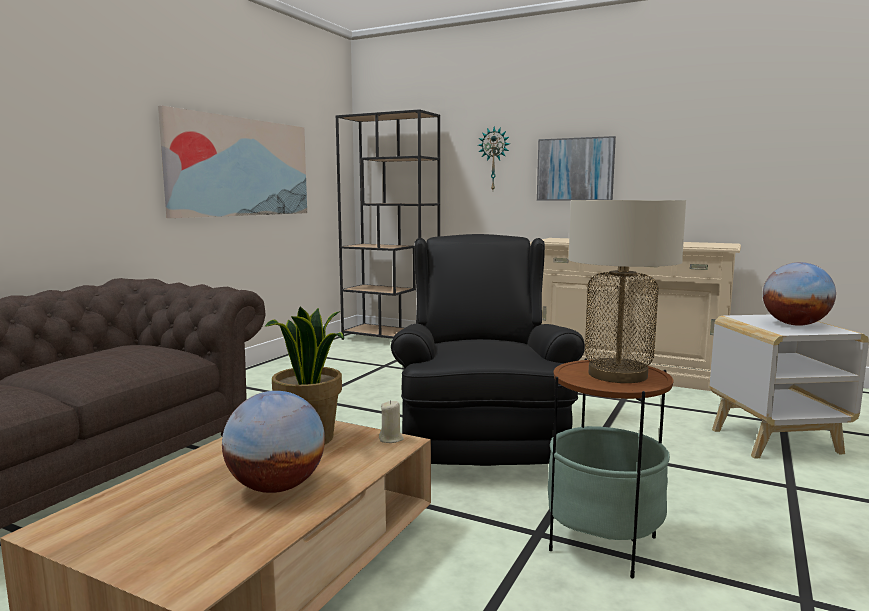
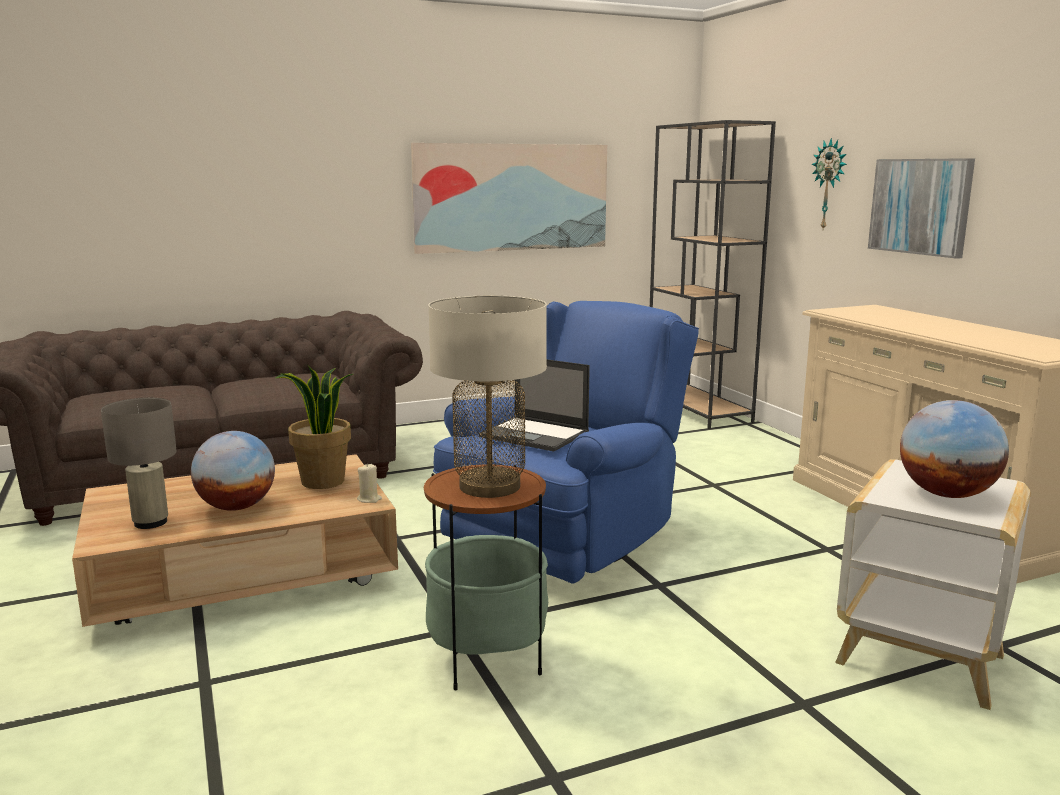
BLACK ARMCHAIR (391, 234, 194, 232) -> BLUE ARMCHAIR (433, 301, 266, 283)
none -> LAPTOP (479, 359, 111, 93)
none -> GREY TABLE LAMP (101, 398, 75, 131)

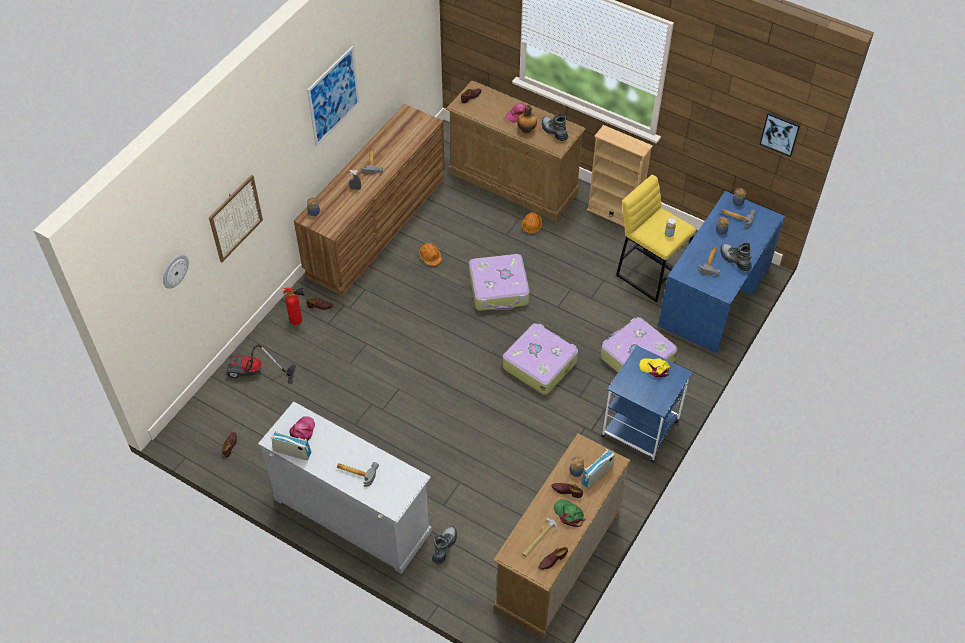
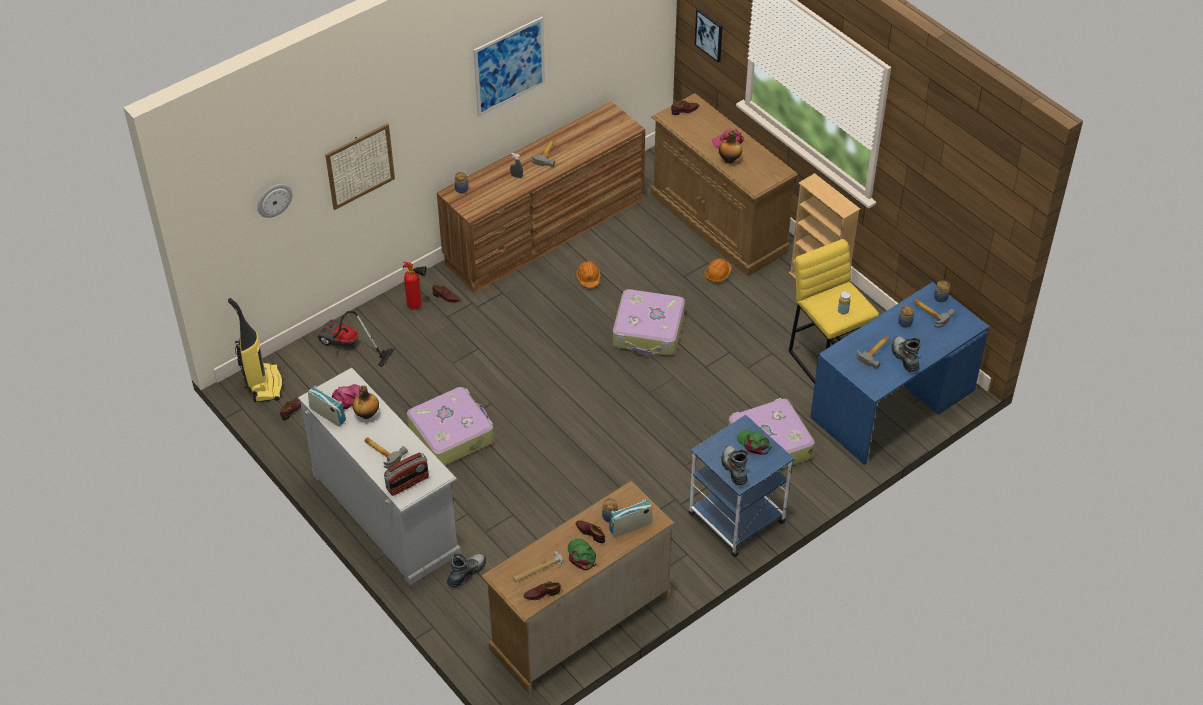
PICTURE (760, 112, 41, 45) -> PICTURE (695, 8, 28, 55), shifted
BOOT (542, 114, 26, 27) -> BOOT (721, 445, 28, 40), shifted
SUITCASE (503, 323, 75, 72) -> SUITCASE (407, 387, 87, 78), shifted
YELLOW CAP (639, 358, 32, 19) -> GREEN CAP (737, 430, 35, 25)
none -> VACUUM CLEANER (228, 298, 55, 104)
none -> BOTTLE (353, 385, 26, 34)
none -> RADIO (384, 452, 45, 44)

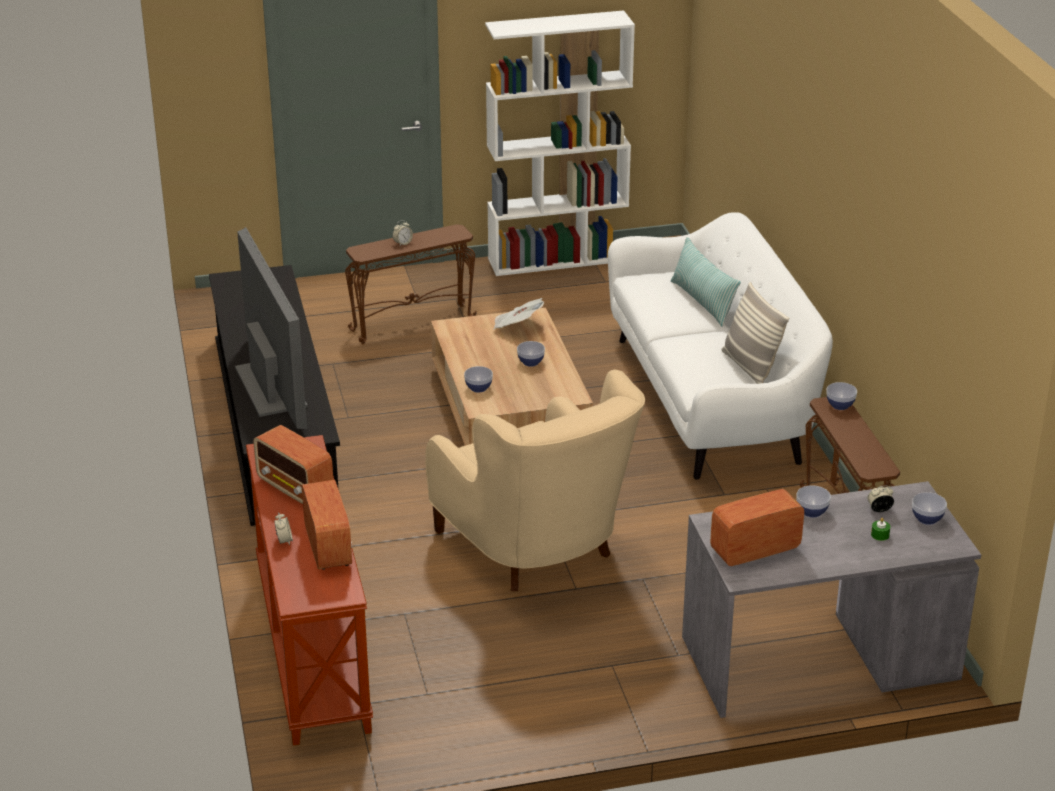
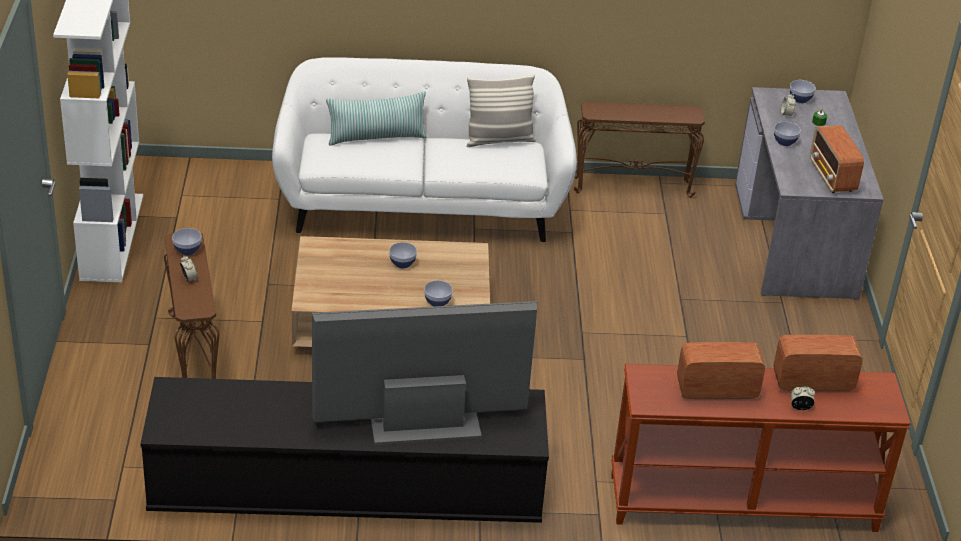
NEWSPAPER (493, 298, 51, 32) -> none
BEIGE ARMCHAIR (425, 369, 220, 222) -> none
BOWL (826, 382, 31, 28) -> BOWL (172, 228, 30, 27), shifted
RADIO (254, 425, 79, 79) -> RADIO (677, 342, 88, 57), 150 degrees counterclockwise

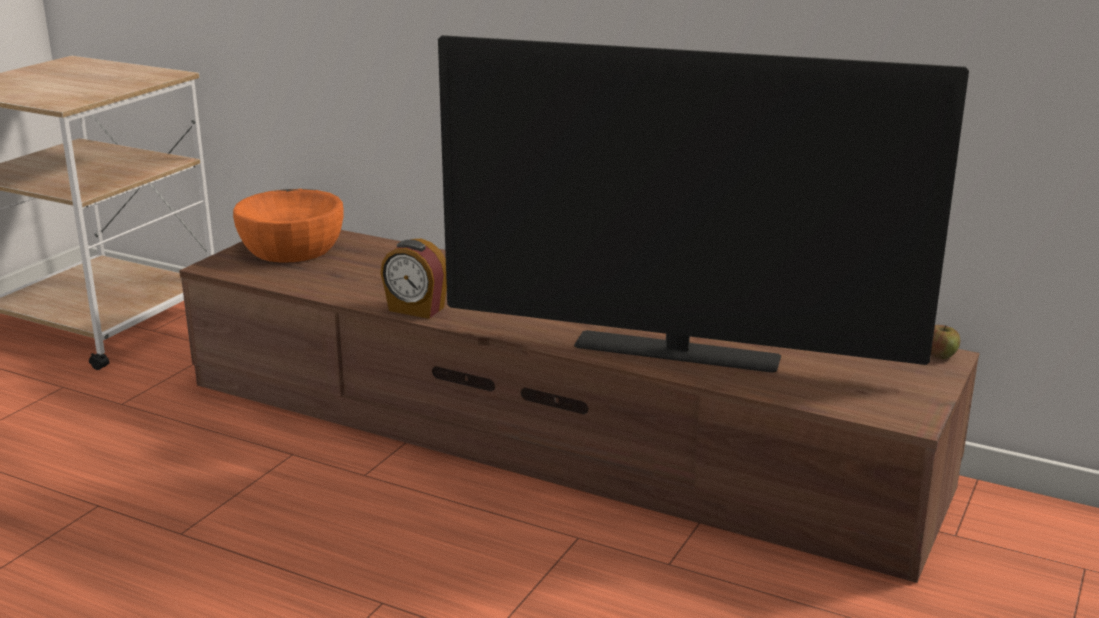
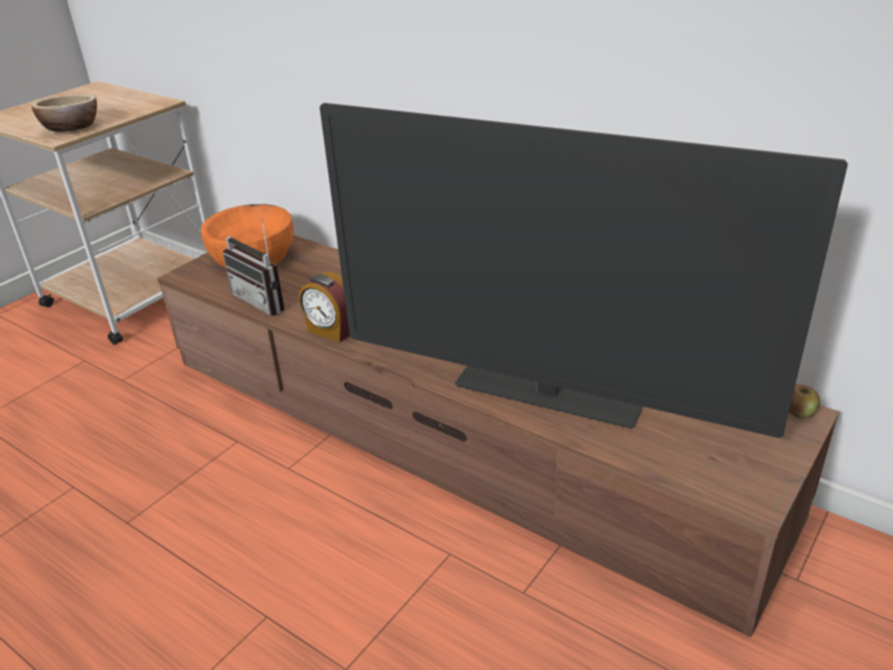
none -> BOWL (31, 94, 66, 38)
none -> RADIO (223, 218, 62, 98)

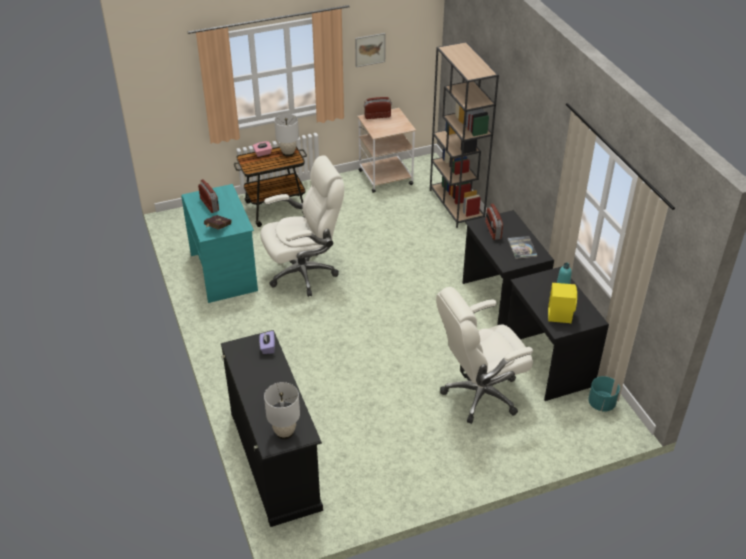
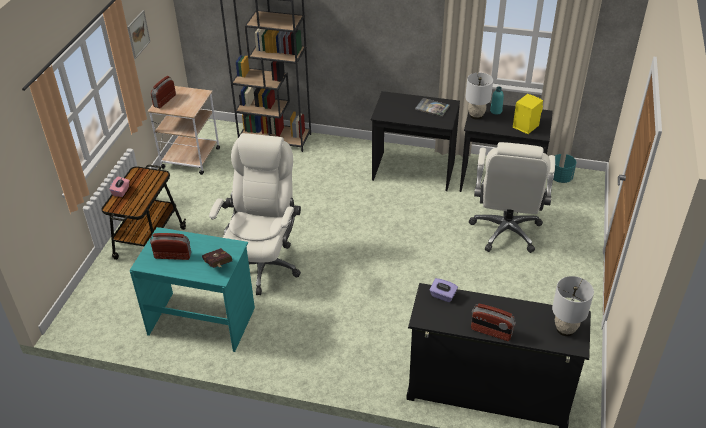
WHITE TABLE LAMP (274, 114, 25, 42) -> WHITE TABLE LAMP (465, 73, 28, 47), shifted
RADIO (486, 204, 17, 36) -> RADIO (471, 304, 45, 37), shifted

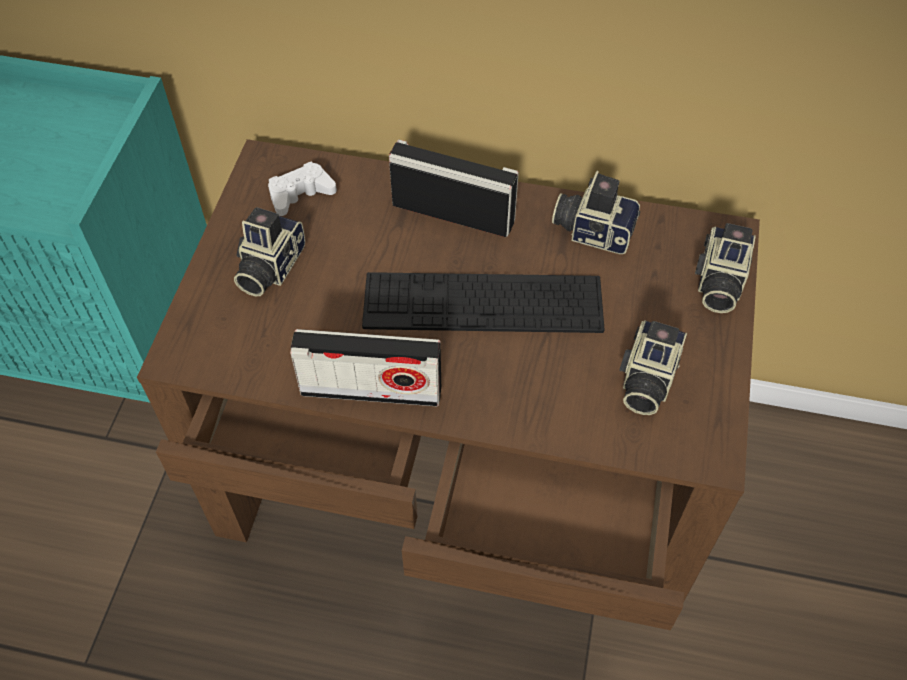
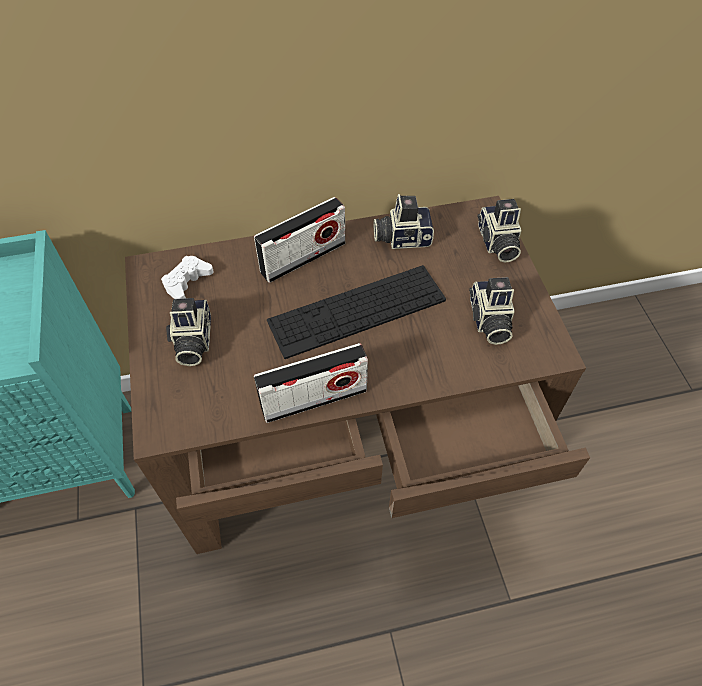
RADIO (389, 140, 130, 97) -> RADIO (254, 197, 91, 86), 150 degrees clockwise

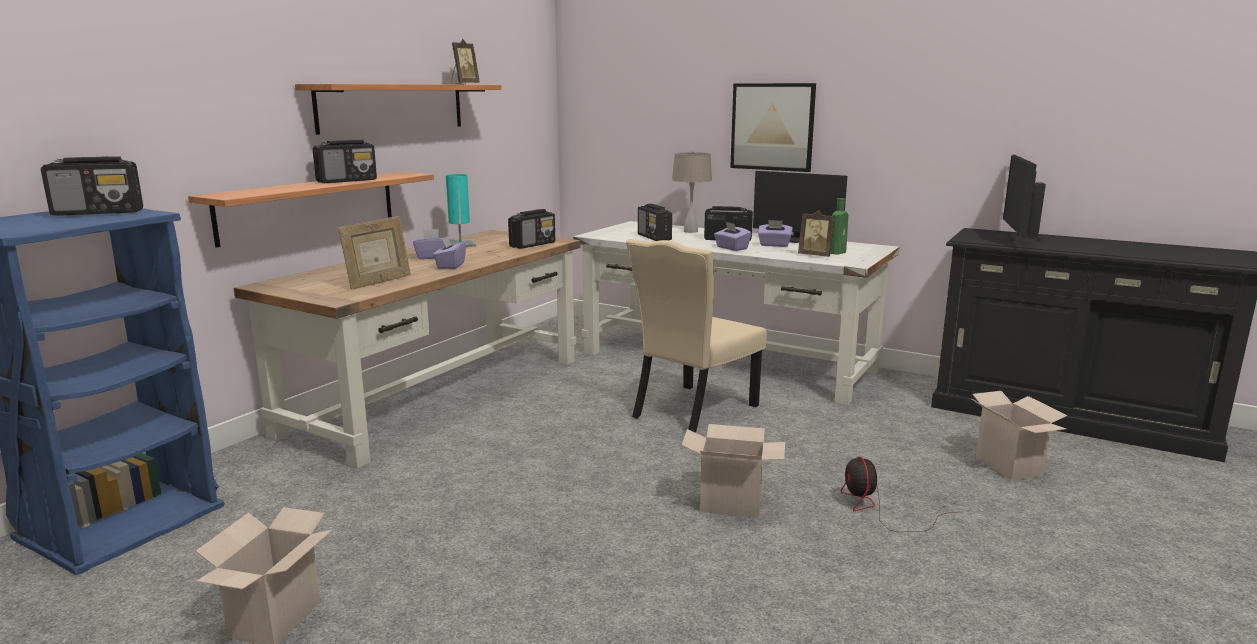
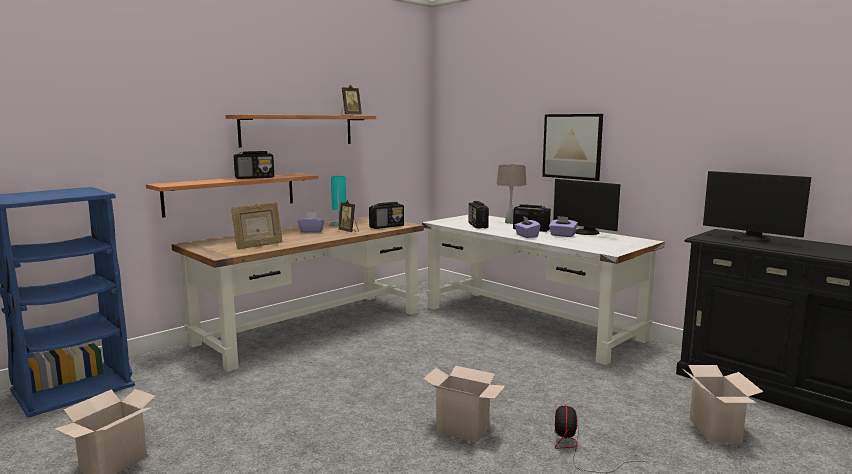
MONITOR (998, 154, 48, 88) -> MONITOR (703, 171, 108, 71), 75 degrees counterclockwise
RADIO (41, 156, 102, 60) -> none
GREEN BOTTLE (830, 198, 18, 56) -> none
PICTURE FRAME (798, 210, 37, 47) -> PICTURE FRAME (338, 200, 21, 32), shifted
PURPLE TISSUE BOX (433, 236, 33, 33) -> none
BEIGE CHAIR (626, 239, 141, 194) -> none

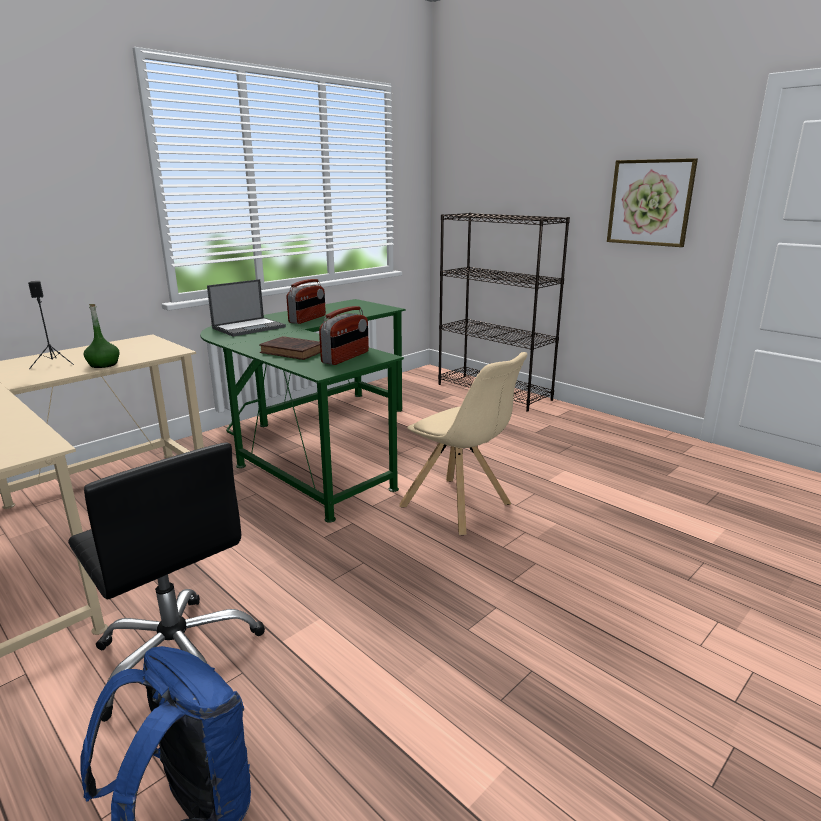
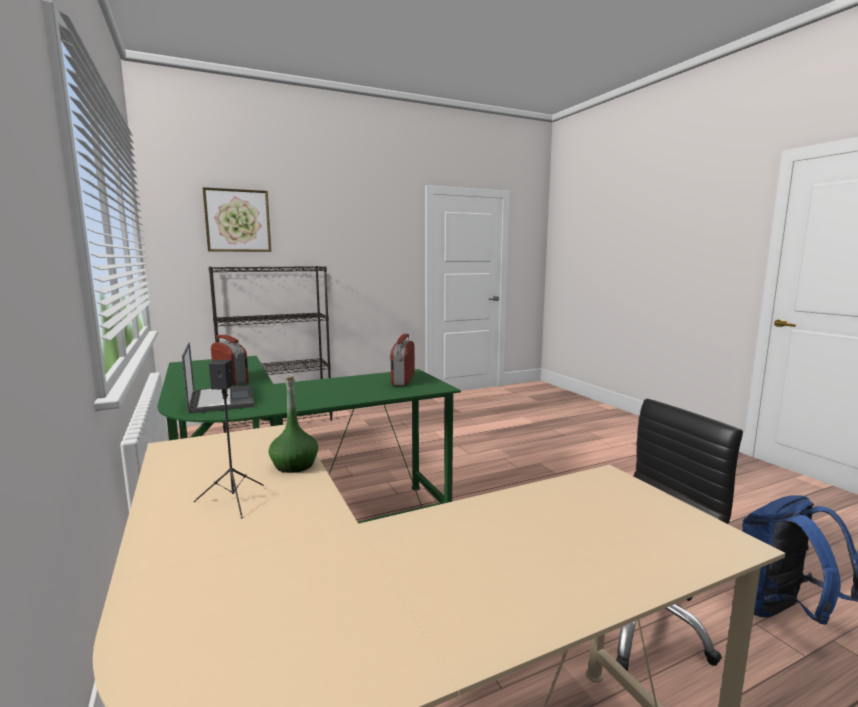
PICTURE (607, 158, 91, 89) -> PICTURE (203, 187, 68, 65), shifted
RADIO (319, 306, 50, 59) -> RADIO (390, 334, 25, 52), 135 degrees counterclockwise
BROWN BOOK (259, 336, 61, 24) -> none
BEIGE CHAIR (399, 352, 128, 183) -> none

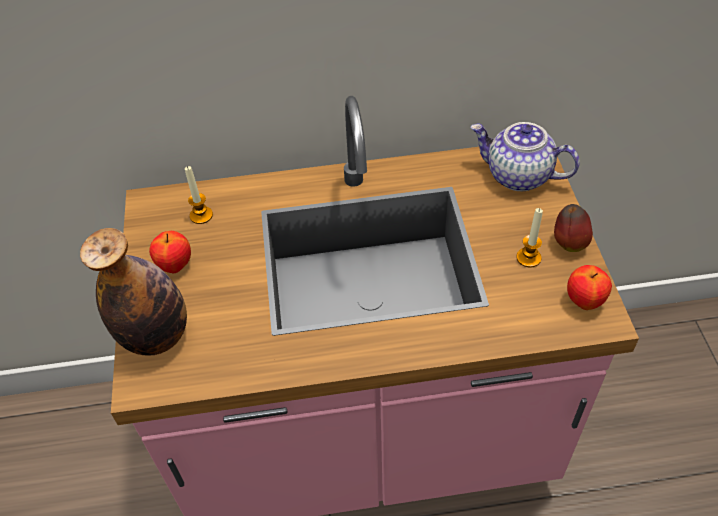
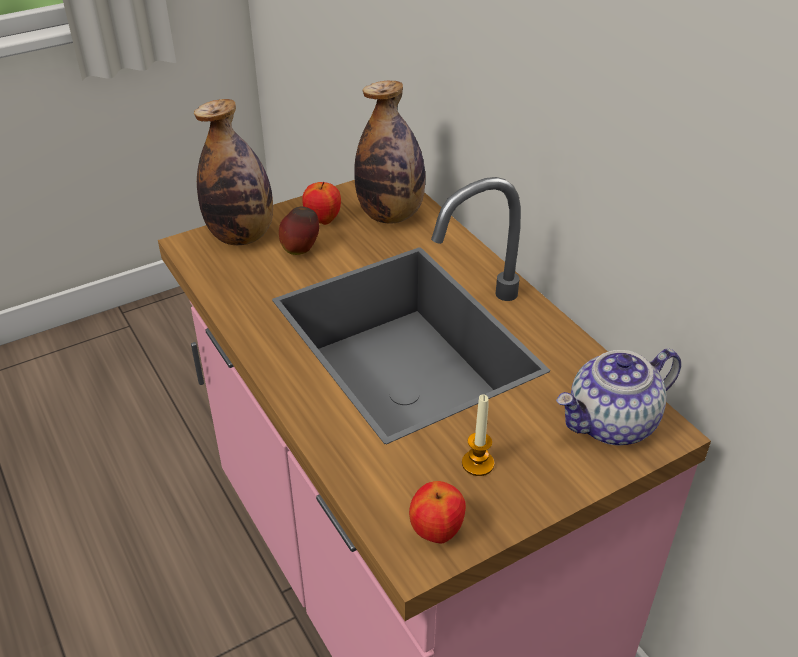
TEAPOT (471, 122, 109, 69) -> TEAPOT (556, 349, 125, 96), 120 degrees counterclockwise
CANDLE (185, 166, 28, 58) -> BOTTLE (354, 81, 71, 143)
APPLE (554, 204, 39, 48) -> APPLE (279, 206, 40, 49), shifted

